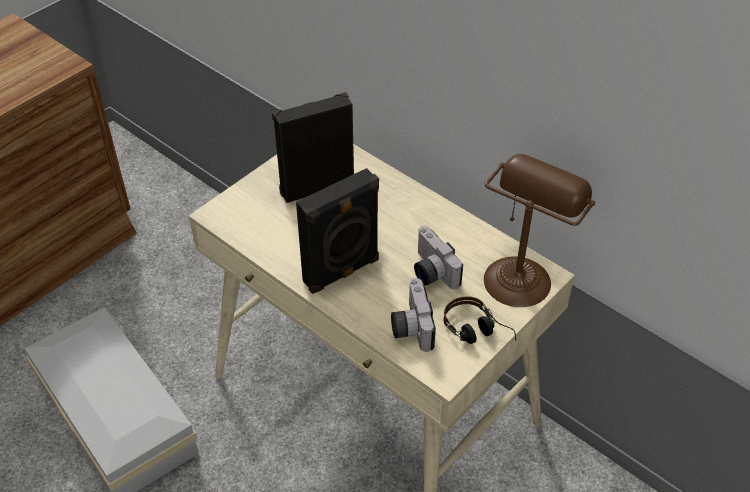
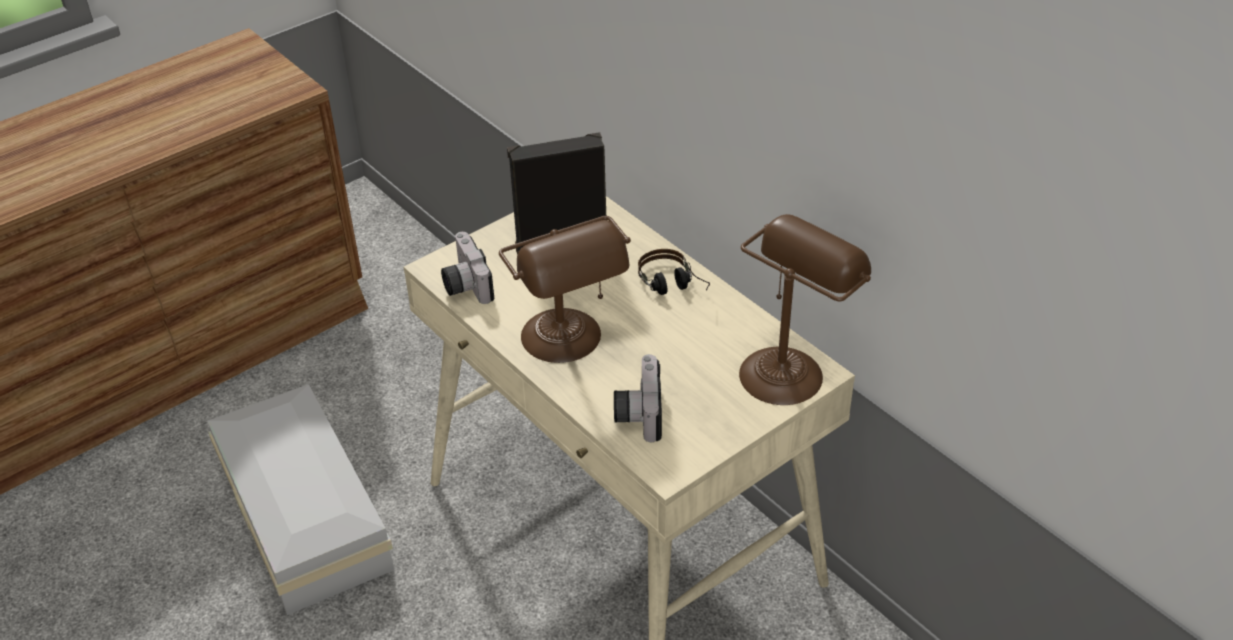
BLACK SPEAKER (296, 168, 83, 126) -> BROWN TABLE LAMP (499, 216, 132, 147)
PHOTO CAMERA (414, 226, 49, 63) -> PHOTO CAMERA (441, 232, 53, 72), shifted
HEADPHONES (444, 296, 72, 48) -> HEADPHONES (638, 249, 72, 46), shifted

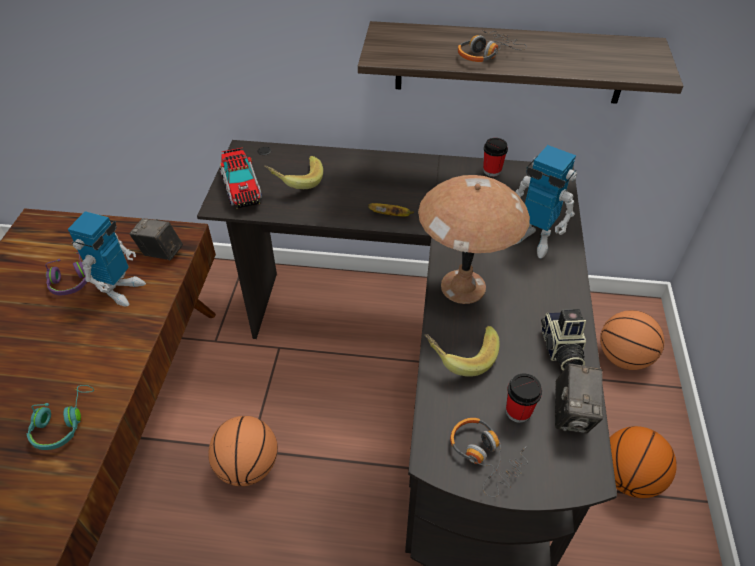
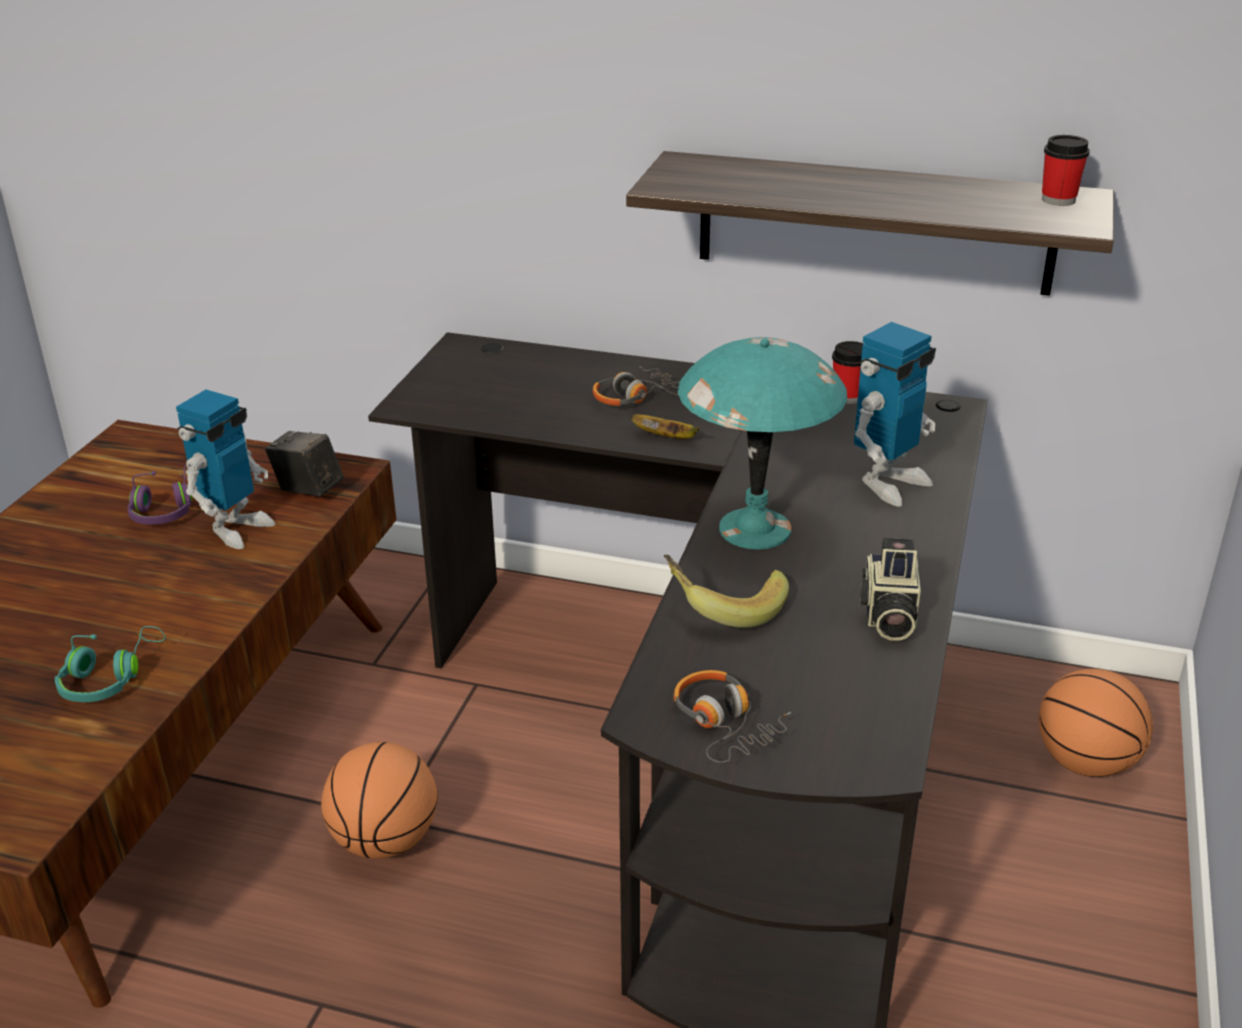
HEADPHONES (458, 30, 69, 32) -> HEADPHONES (593, 366, 87, 40), shifted
TOY ROBOT (514, 145, 63, 113) -> TOY ROBOT (854, 322, 82, 184), 90 degrees counterclockwise
TOY TRUCK (220, 148, 42, 61) -> none
BANANA (264, 156, 59, 33) -> none
BROWN TABLE LAMP (418, 175, 112, 129) -> TURQUOISE TABLE LAMP (678, 337, 169, 212)
PHOTO CAMERA (555, 364, 48, 69) -> none
CUP (506, 374, 36, 49) -> CUP (1042, 135, 48, 71), shifted
BASKETBALL (610, 426, 67, 72) -> none

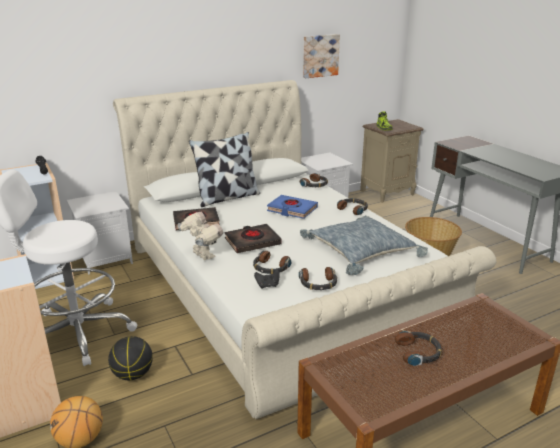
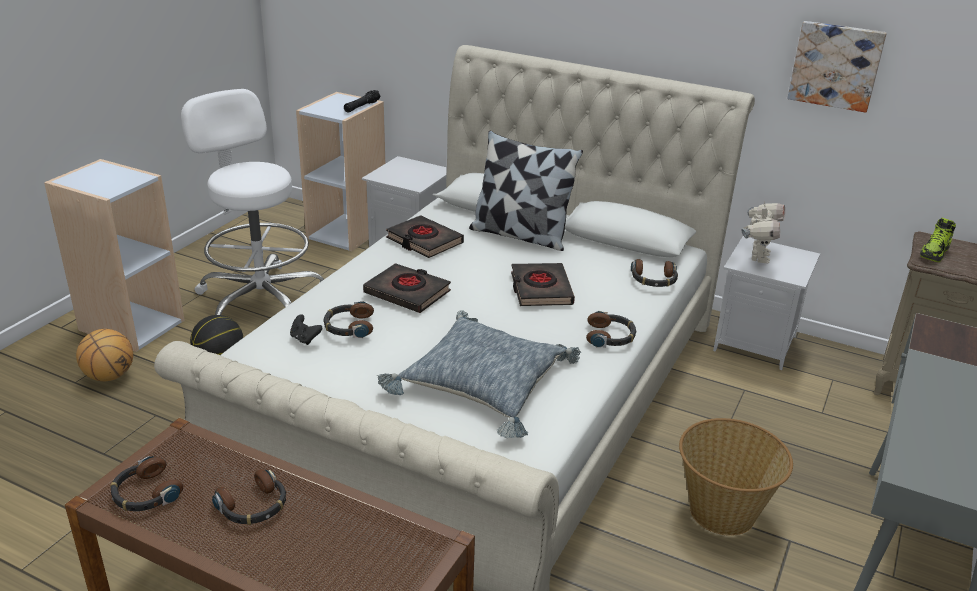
BLUE BOOK (267, 195, 51, 24) -> BLACK BOOK (511, 263, 64, 43)
TOY ROBOT (178, 212, 45, 48) -> TOY ROBOT (741, 201, 44, 62), shifted
HEADPHONES (299, 267, 38, 23) -> HEADPHONES (110, 456, 73, 55), shifted

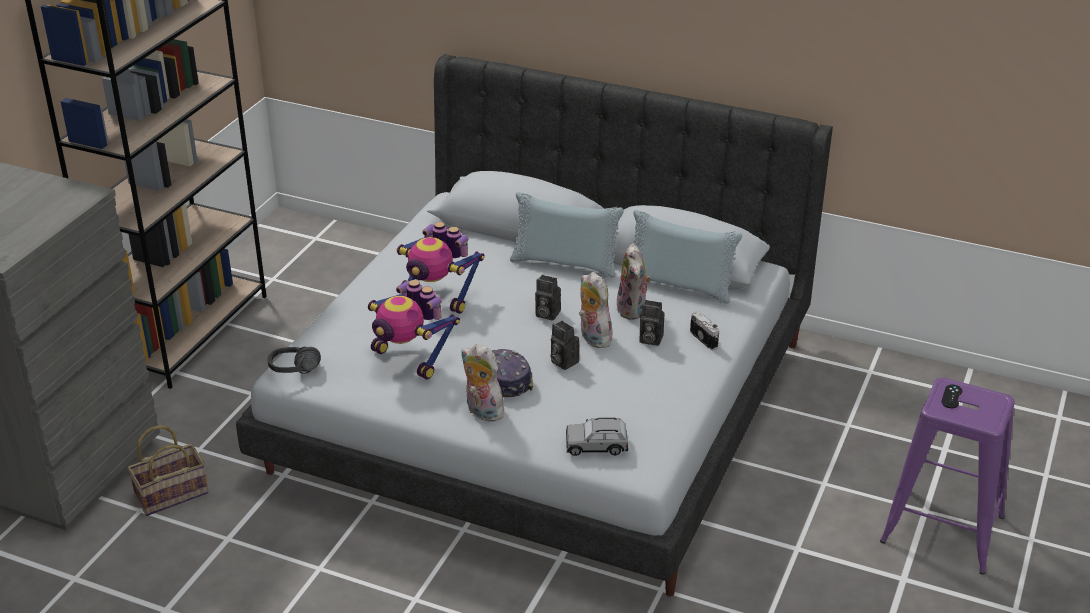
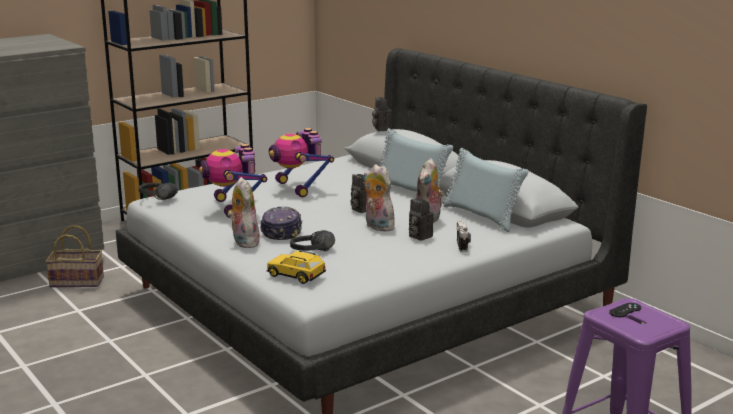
PLUSH TOY (579, 272, 33, 76) -> PLUSH TOY (363, 164, 34, 67), 45 degrees counterclockwise
PHOTO CAMERA (550, 321, 29, 49) -> PHOTO CAMERA (372, 97, 20, 34), shifted
GREY TOY CAR (566, 418, 62, 38) -> YELLOW TOY CAR (267, 251, 59, 33)
none -> BLACK HEADPHONES (290, 230, 45, 21)

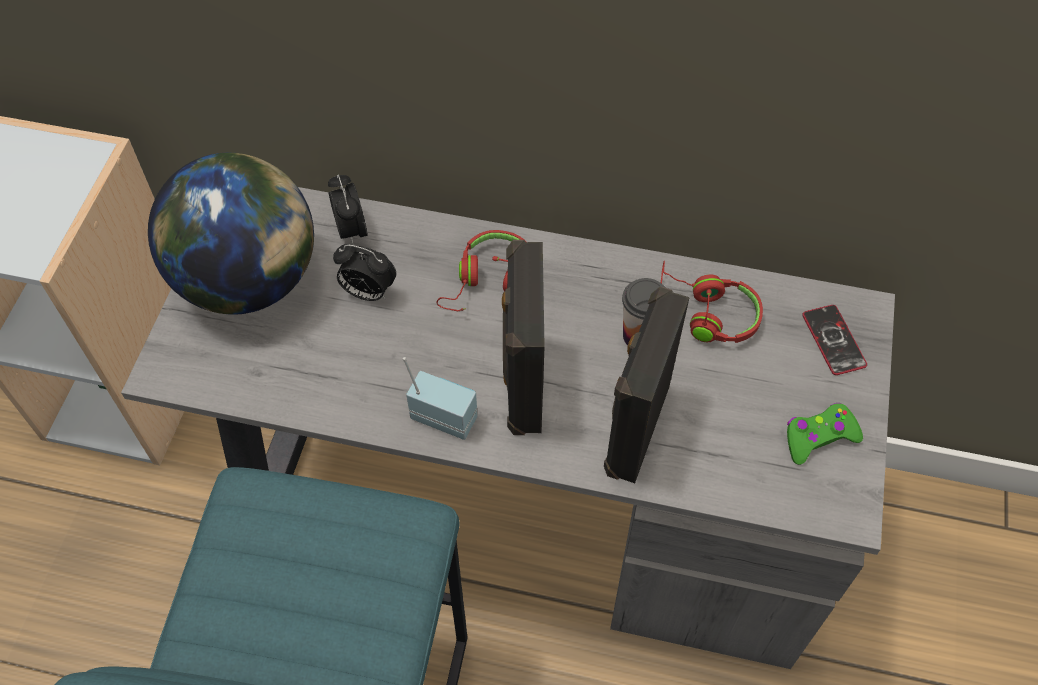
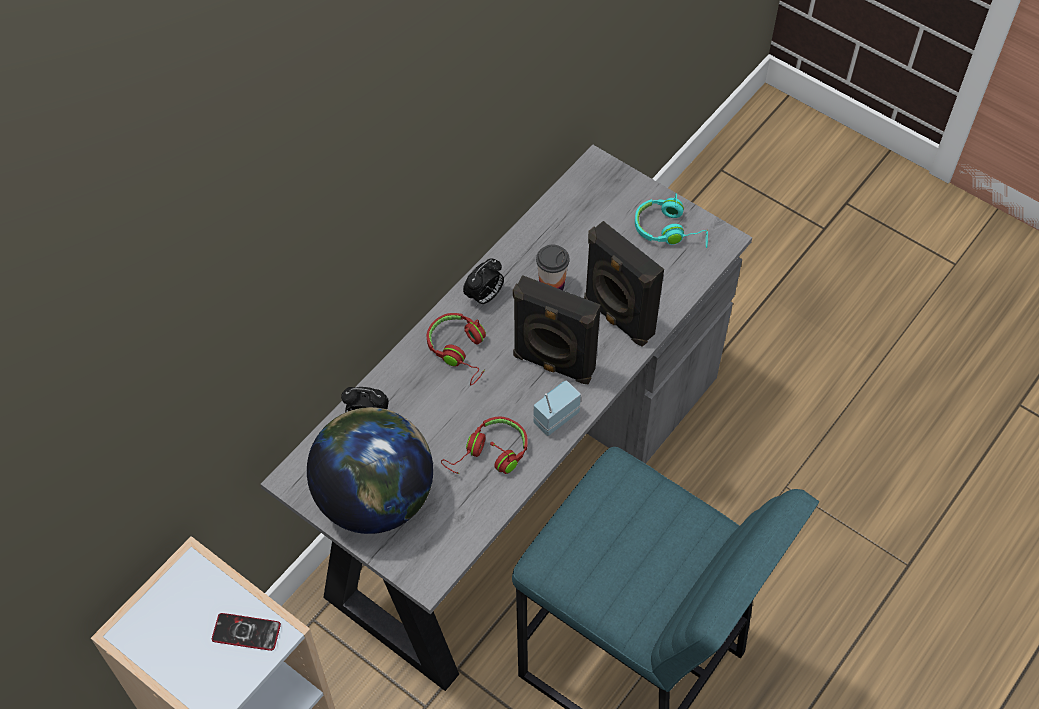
ALARM CLOCK (333, 244, 63, 57) -> ALARM CLOCK (463, 258, 41, 48), shifted
RED HEADPHONES (661, 261, 102, 82) -> RED HEADPHONES (441, 417, 87, 57), shifted
PHONE (802, 305, 65, 70) -> PHONE (212, 613, 69, 38), shifted
GREEN GAME CONTROLLER (787, 403, 76, 62) -> TURQUOISE HEADPHONES (635, 193, 73, 55)

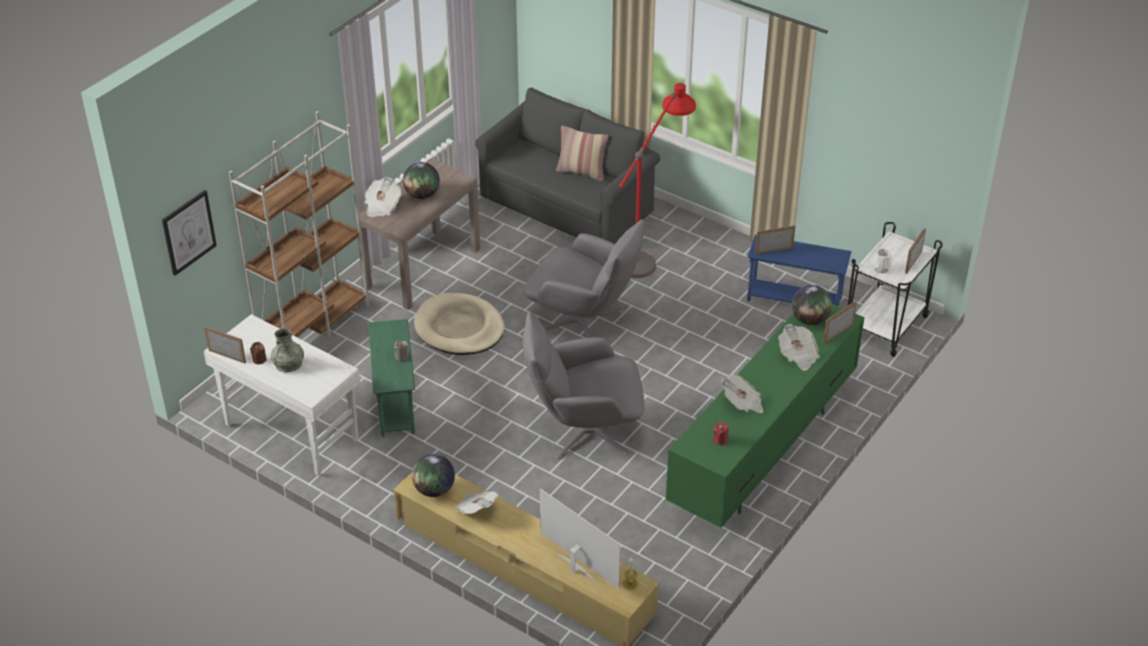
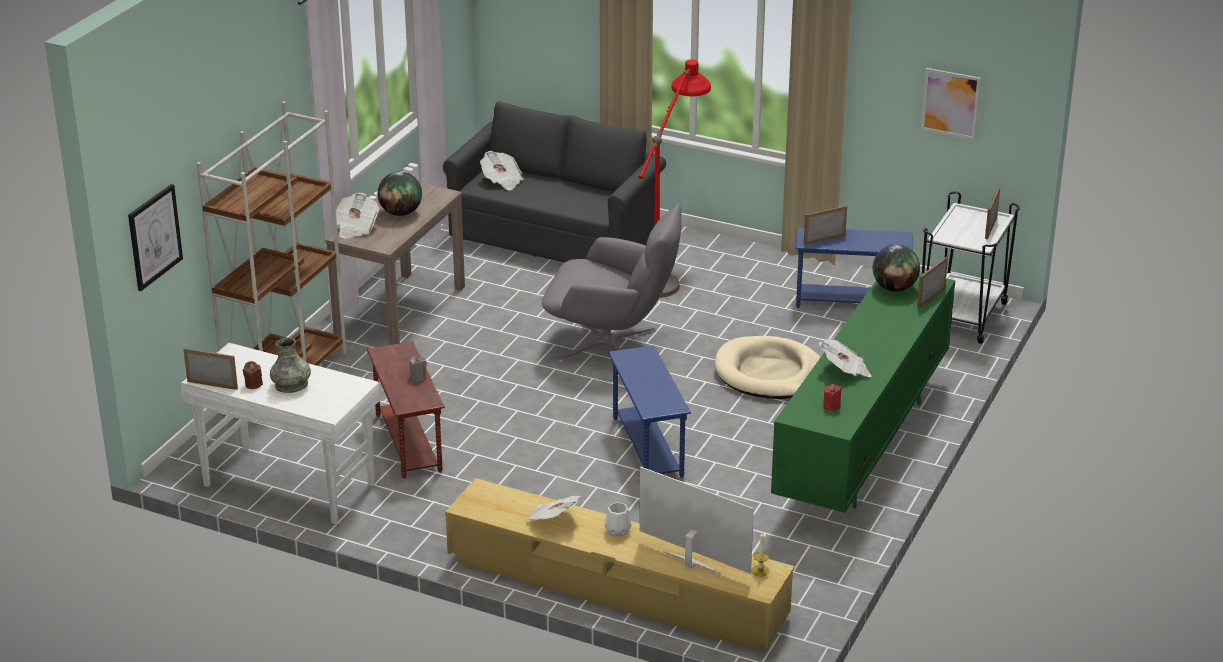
PILLOW (556, 126, 53, 55) -> none
WHITE VASE (872, 249, 20, 24) -> WHITE VASE (605, 503, 26, 34), shifted
BEIGE DOG BED (414, 293, 91, 62) -> BEIGE DOG BED (715, 336, 106, 63), shifted
GREY ARMCHAIR (523, 312, 121, 147) -> BLUE SIDE TABLE (608, 345, 83, 133)
GREEN SIDE TABLE (368, 319, 47, 118) -> BROWN SIDE TABLE (367, 341, 78, 138)
NEWSPAPER (778, 324, 42, 47) -> NEWSPAPER (480, 151, 44, 39), shifted
GLOBE (412, 454, 43, 43) -> none
none -> PICTURE (921, 68, 60, 72)

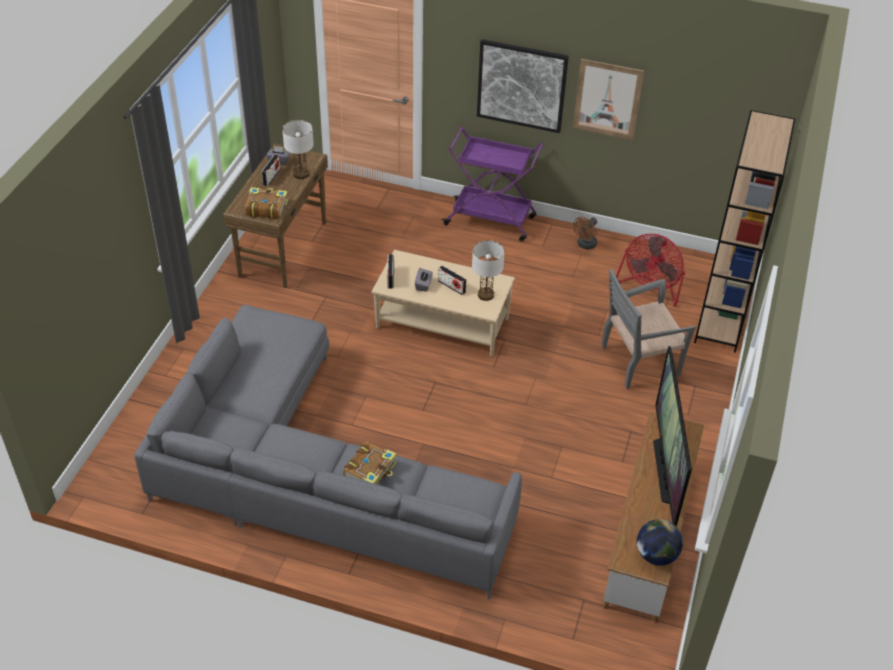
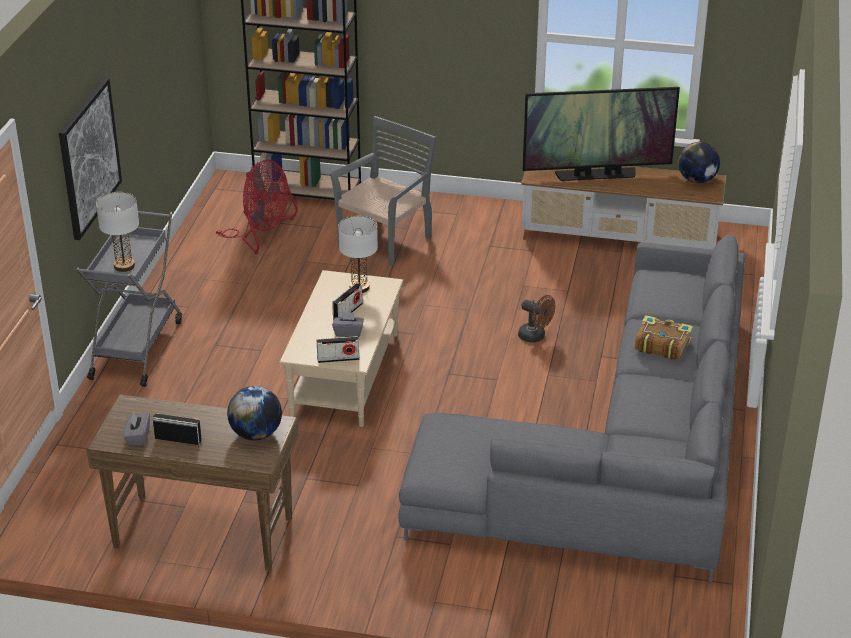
PICTURE (573, 59, 71, 81) -> none
TABLE LAMP (282, 120, 32, 59) -> TABLE LAMP (96, 192, 43, 80), shifted
PURPLE CART (441, 126, 104, 116) -> GREY CART (76, 211, 106, 176)
BOOK (245, 187, 43, 32) -> GLOBE (227, 386, 55, 54)
BROWN FAN (573, 217, 24, 32) -> BROWN FAN (518, 295, 37, 48), shifted
GREY ARMCHAIR (602, 269, 94, 120) -> GREY ARMCHAIR (330, 116, 106, 150), 120 degrees counterclockwise

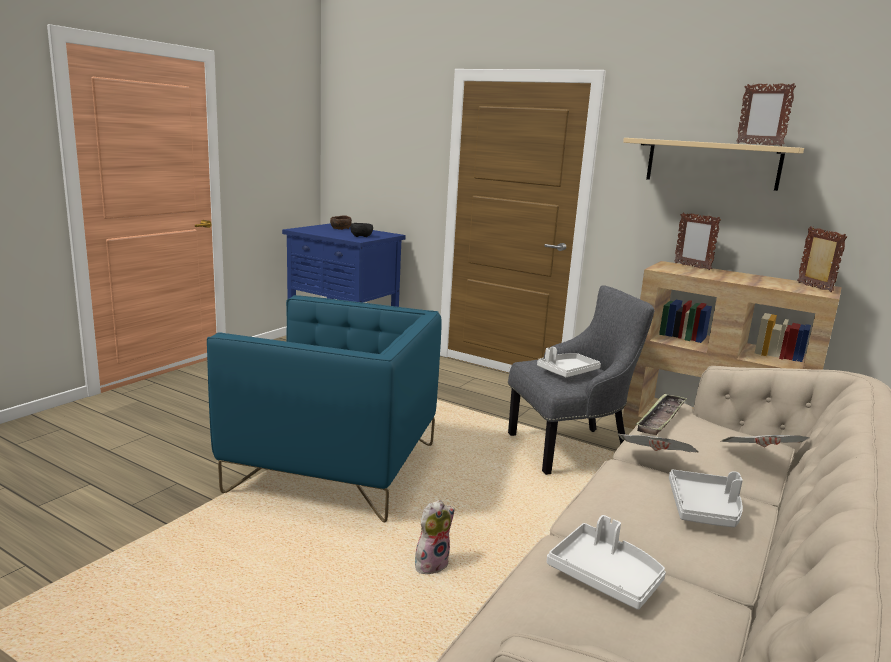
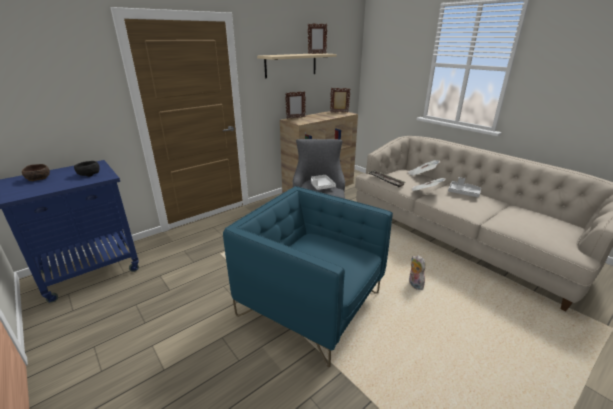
BLUE ARMCHAIR (207, 295, 235, 227) -> BLUE ARMCHAIR (223, 186, 170, 182), 90 degrees counterclockwise
WHITE TRAY (547, 515, 119, 95) -> none

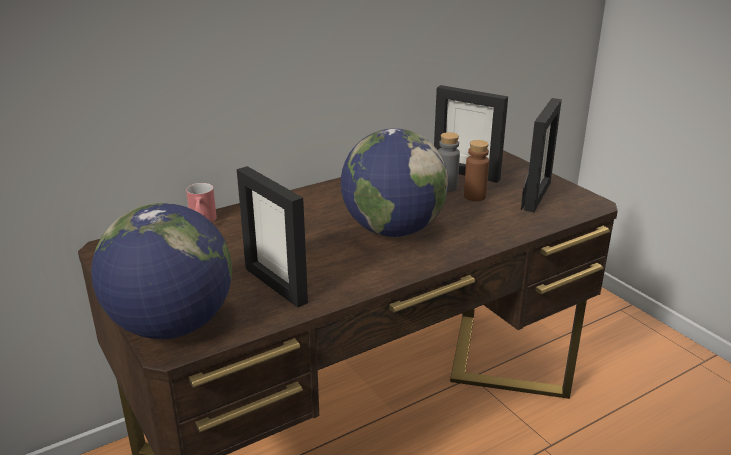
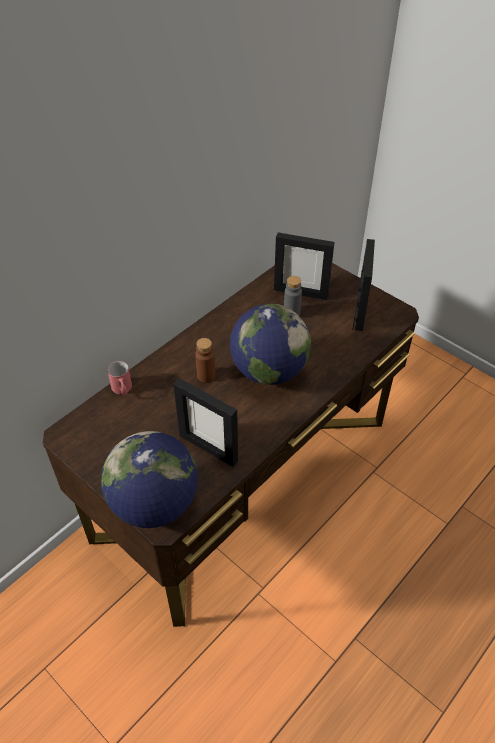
BROWN BOTTLE (464, 140, 25, 61) -> BROWN BOTTLE (195, 338, 20, 45), shifted

